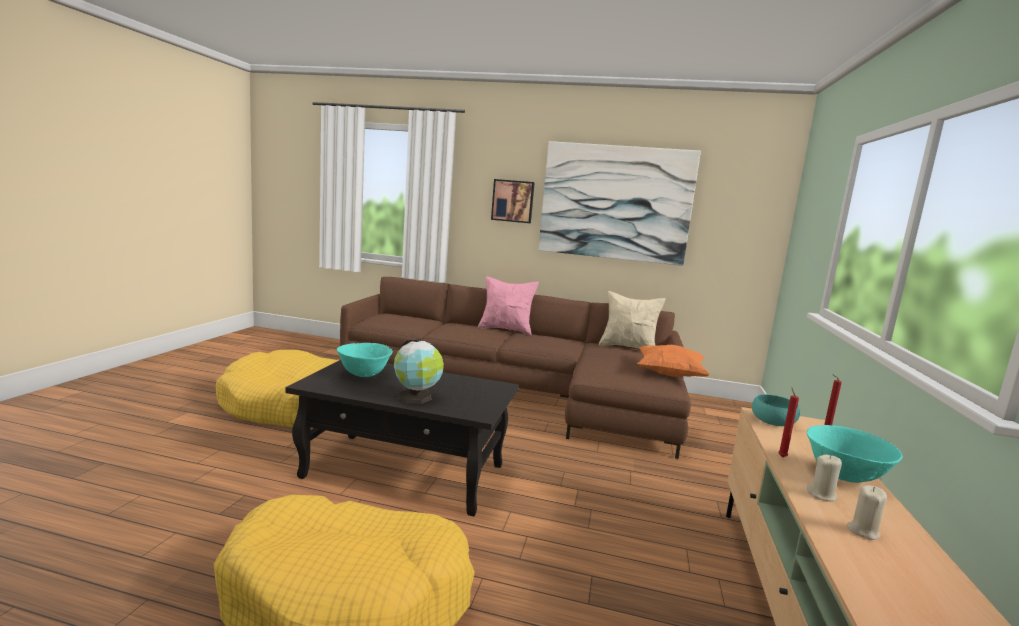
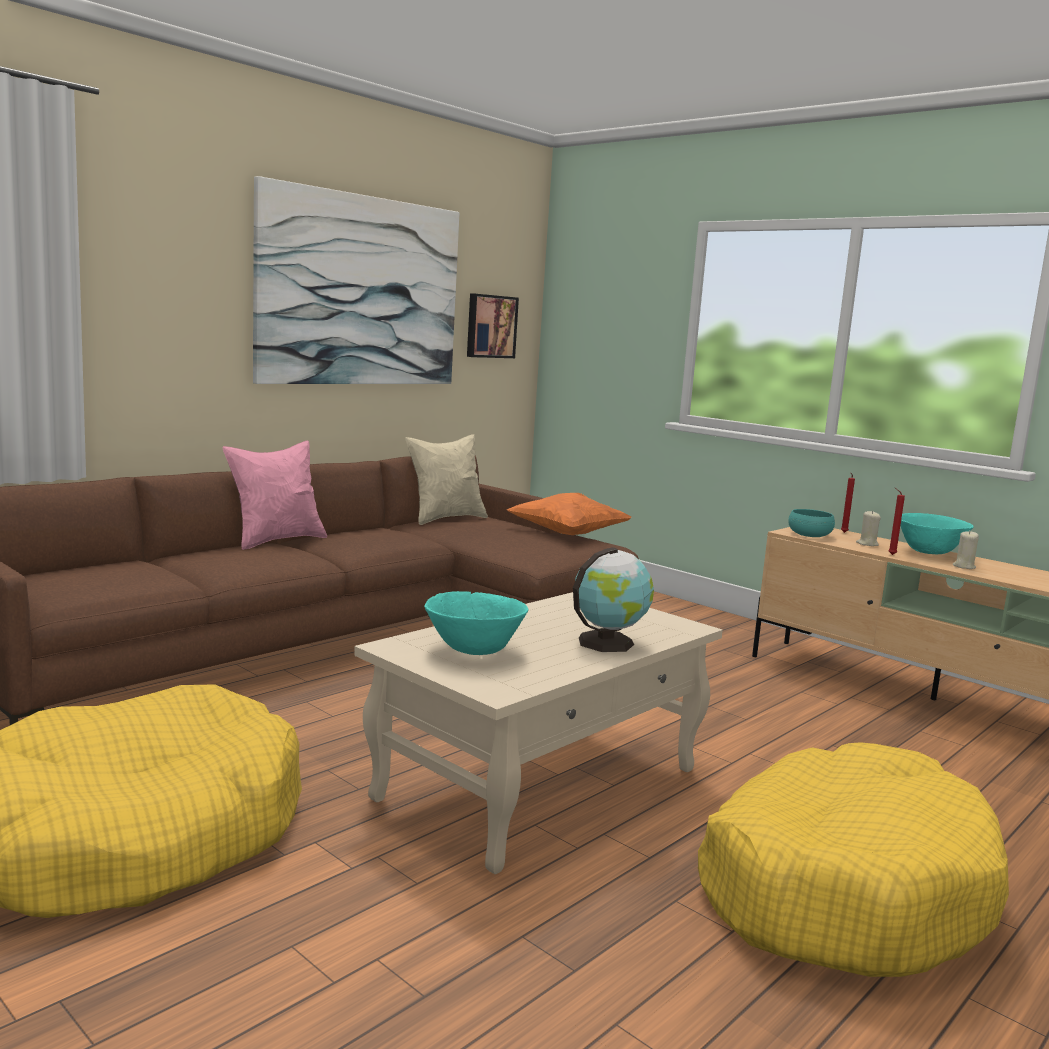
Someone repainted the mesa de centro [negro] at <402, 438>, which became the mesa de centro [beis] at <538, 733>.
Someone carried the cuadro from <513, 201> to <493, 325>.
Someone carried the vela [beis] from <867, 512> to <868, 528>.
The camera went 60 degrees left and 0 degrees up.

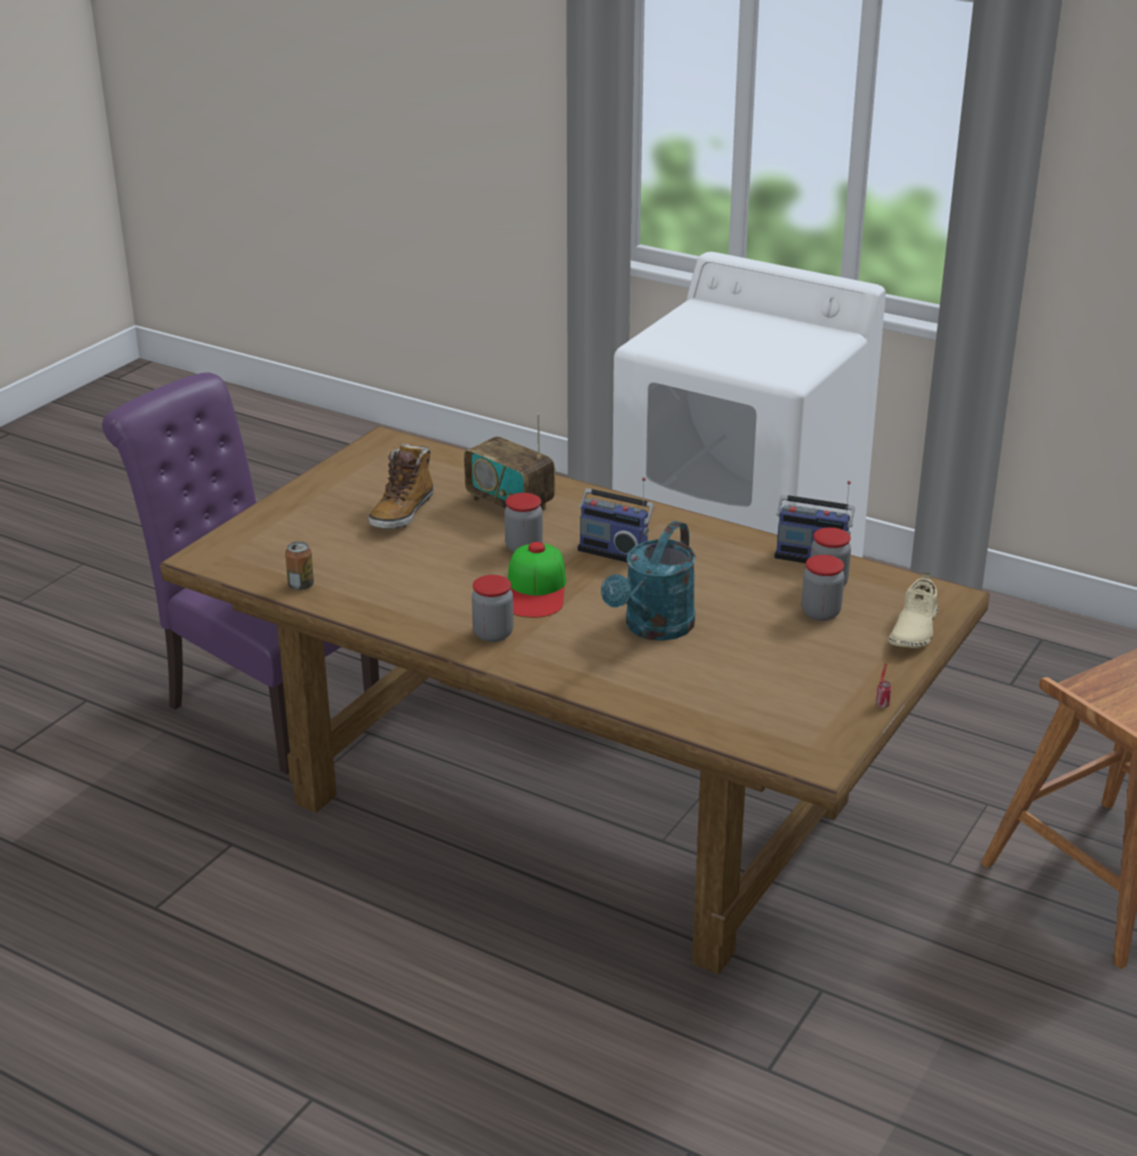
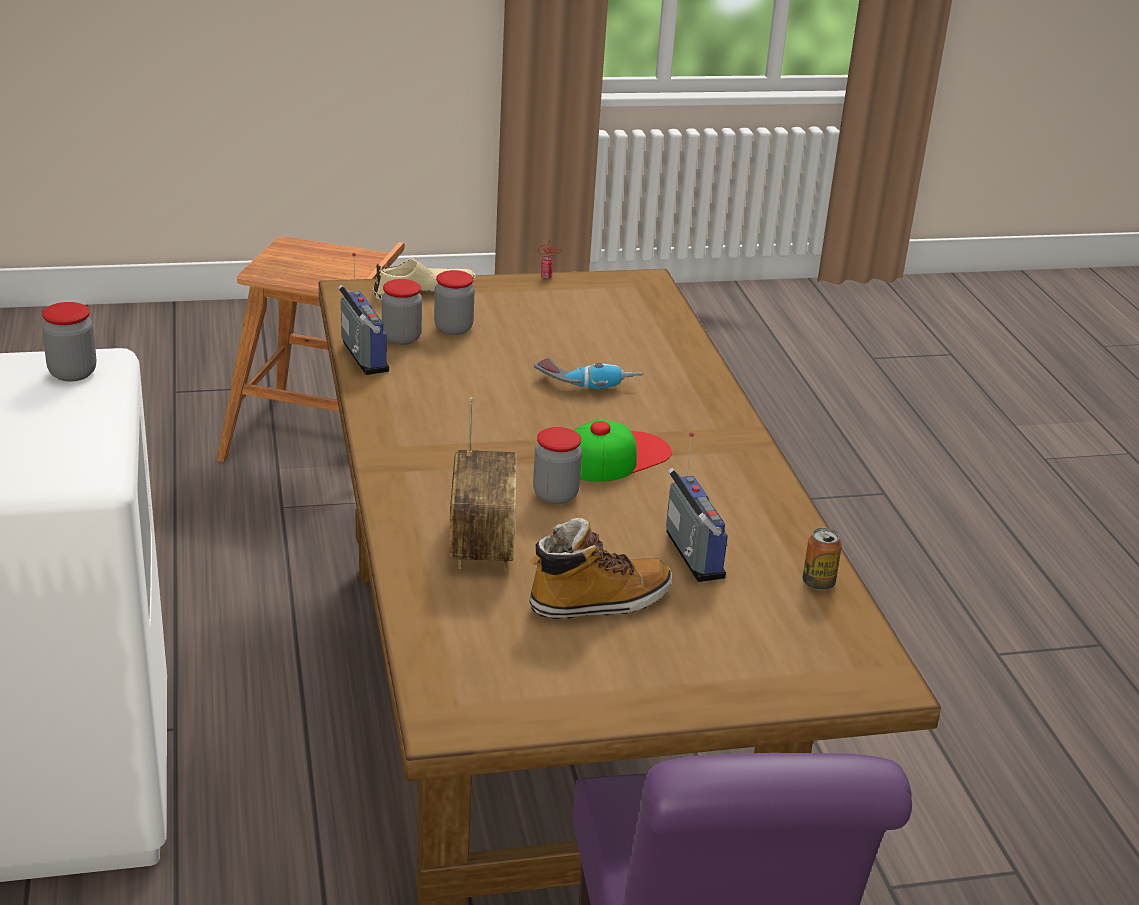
Someone carried the tarro from <493, 608> to <69, 342>.
Someone carried the radio from <616, 520> to <697, 507>.
Someone swapped the regadera [turquesa] at <648, 581> for the taladro at <588, 373>.
The camera went 135 degrees left and 0 degrees up.

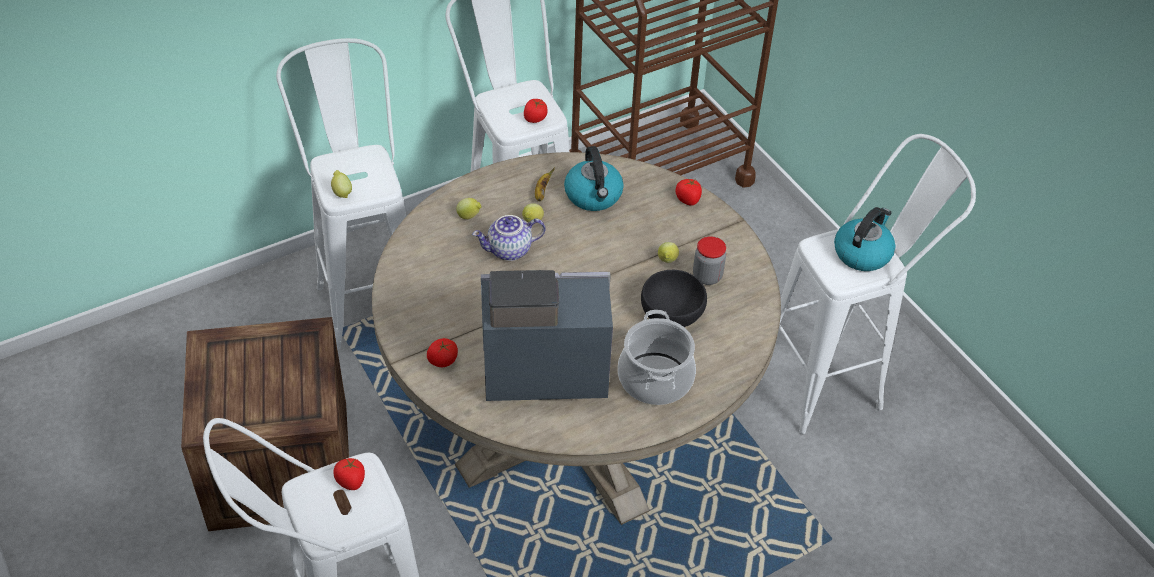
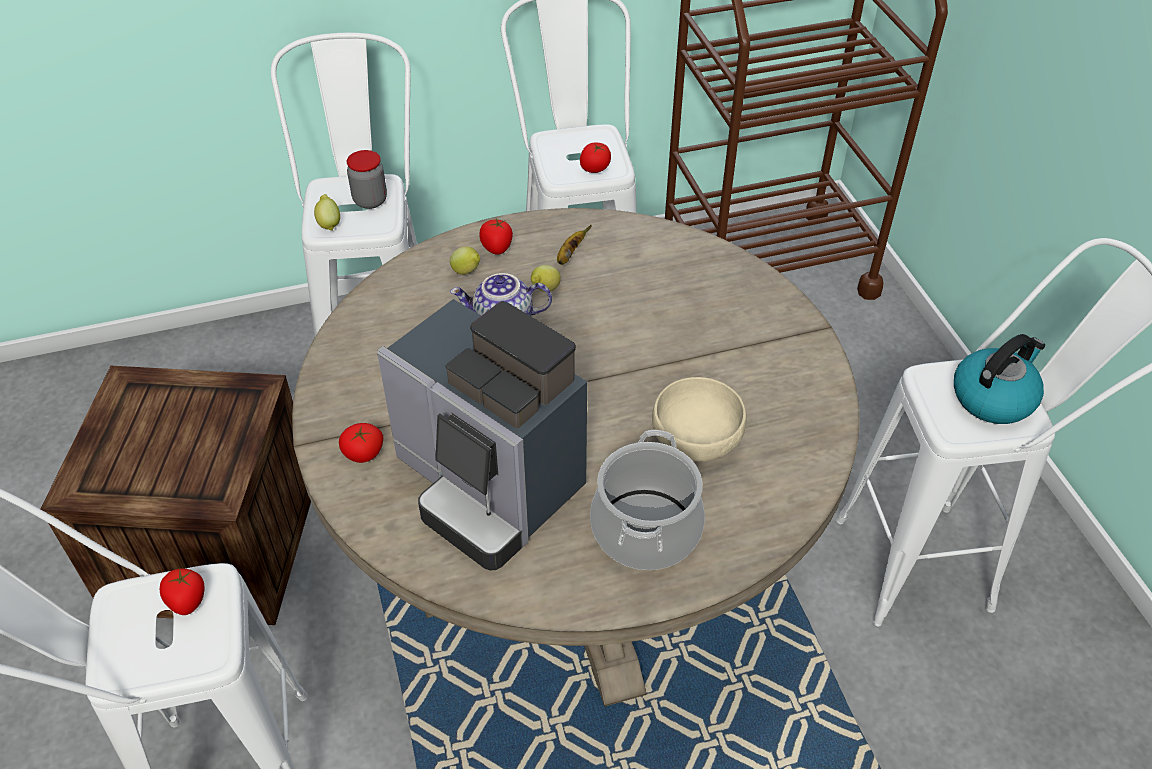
Someone rotated the cafetera at <547, 335> by 150 degrees counterclockwise.
Someone took away the hervidor at <594, 178>.
Someone repainted the cuenco [negro] at <674, 298>, which became the cuenco [beis] at <699, 419>.
Someone took away the limón at <668, 252>.
Someone carried the tomate from <688, 192> to <496, 236>.
Someone carried the tarro from <709, 260> to <367, 179>.
The camera went 15 degrees right and 0 degrees up.

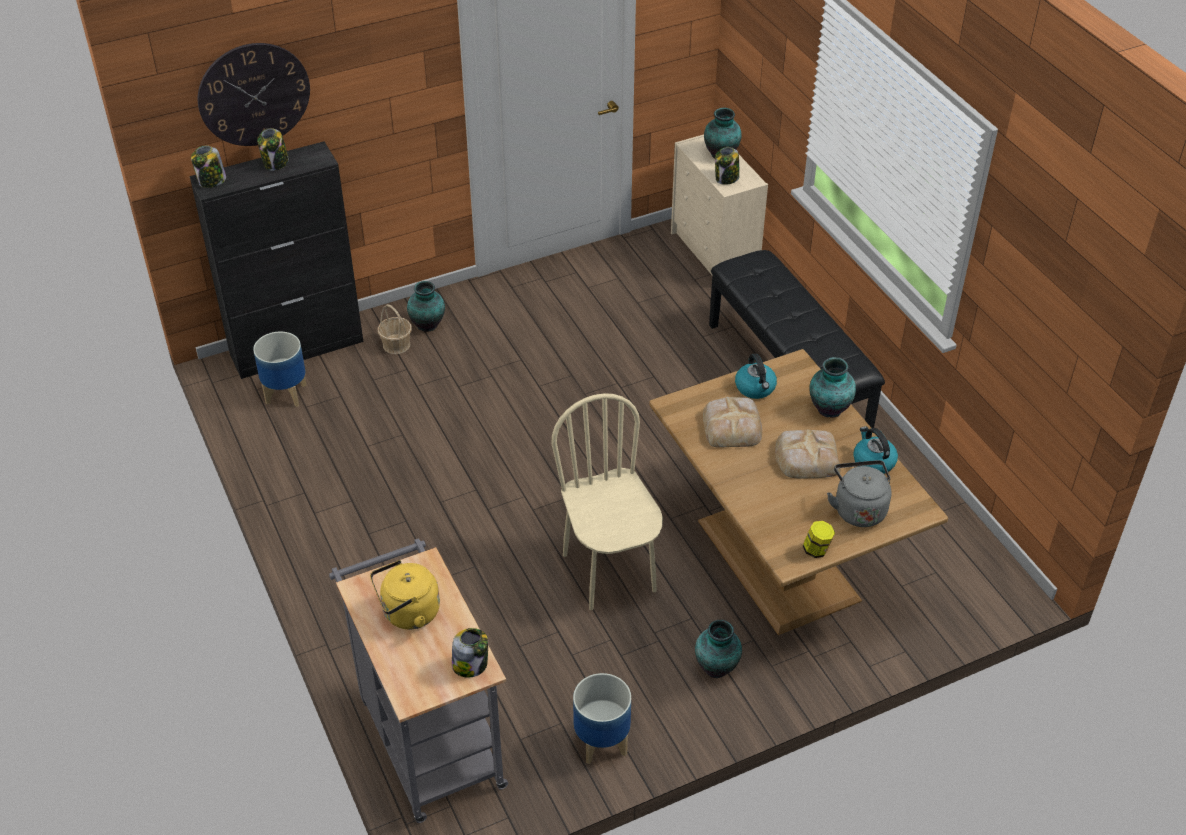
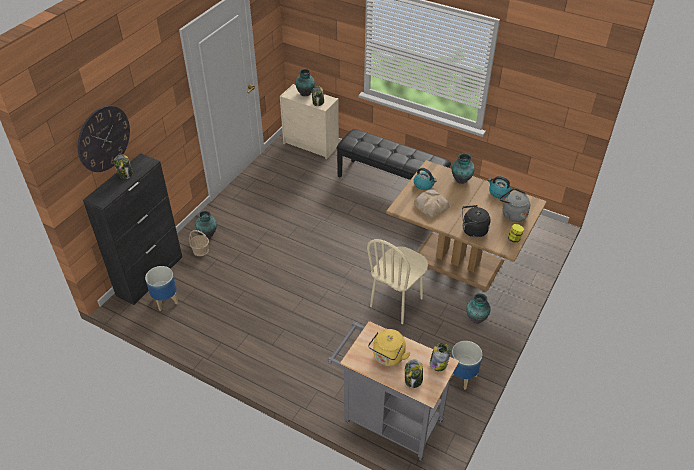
Someone carried the tarro from <208, 166> to <414, 373>.
Someone rotated the silla [beis] at <607, 501> by 90 degrees counterclockwise.
Someone took away the pan at <808, 453>.
Someone put down the hervidor [negro] at <476, 221>.
The camera went 35 degrees left and 0 degrees up.

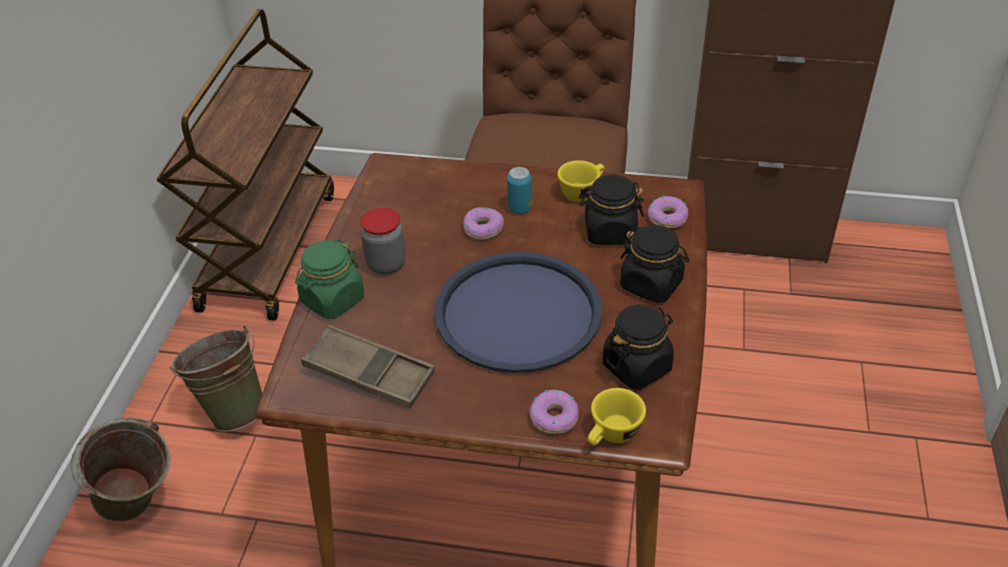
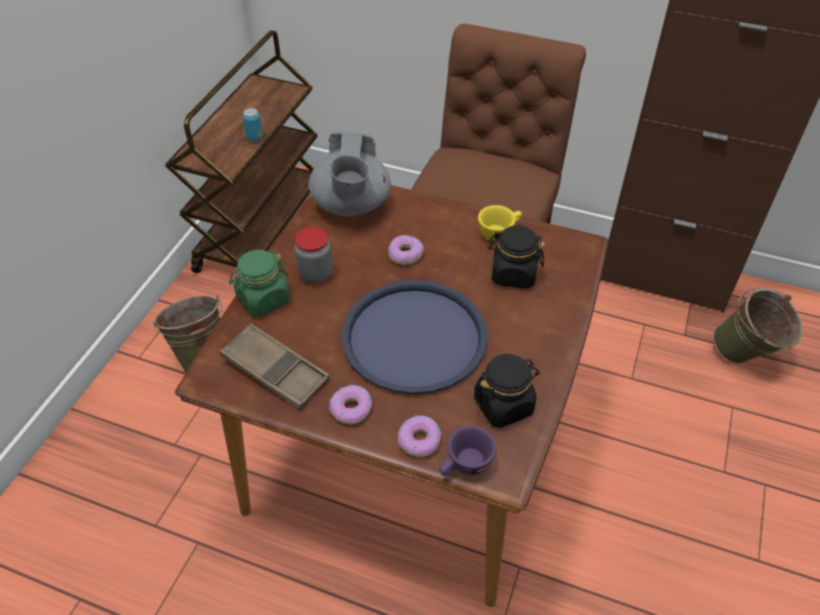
Someone carried the cubo [verde] from <121, 470> to <757, 326>.
Someone carried the lata from <519, 190> to <253, 124>.
Someone repainted the taza [amarillo] at <617, 417>, which became the taza [morado] at <467, 450>.
Someone took away the tarro [negro] at <654, 264>.
Someone carried the rosquilla from <668, 211> to <350, 404>.
Someone put down the tetera [gris] at <350, 174>.
The camera went 10 degrees right and 5 degrees up.

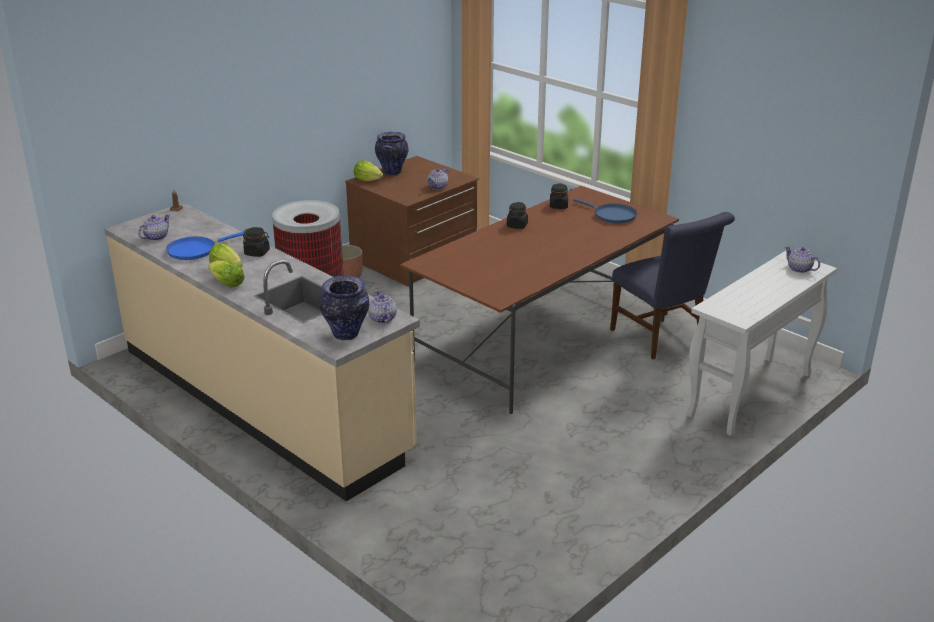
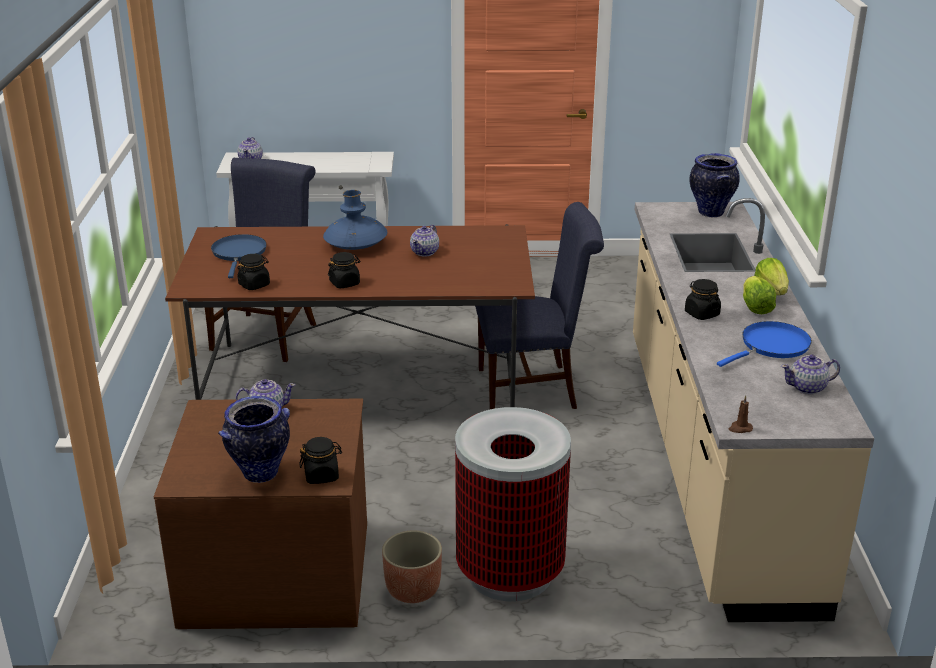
Someone rotated the sartén [azul] at <205, 246> by 45 degrees counterclockwise.
Someone swapped the lechuga at <368, 170> for the tarro [negro] at <320, 460>.
Someone carried the tetera from <382, 307> to <424, 240>.
Someone put down the florero [azul] at <355, 220>.
Someone put down the silla [azul] at <539, 305>.
The camera went 135 degrees left and 0 degrees up.

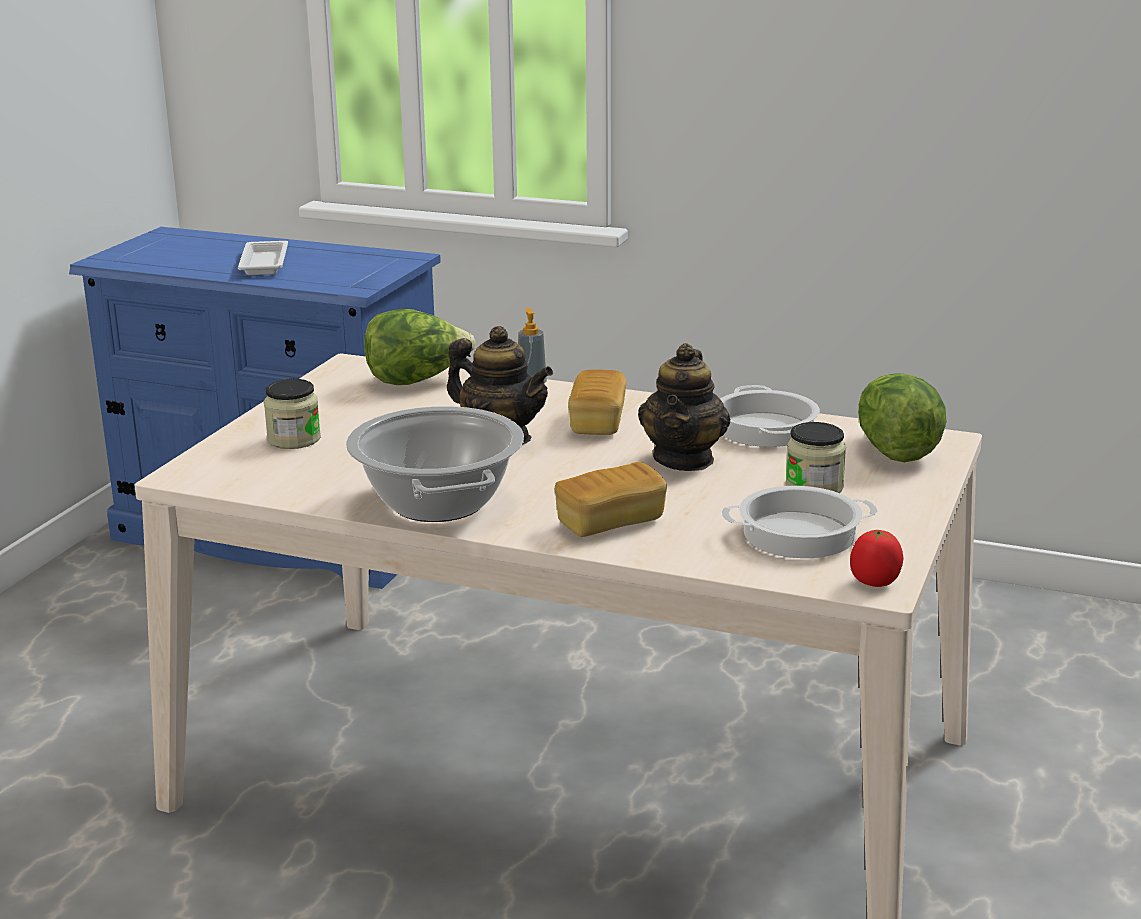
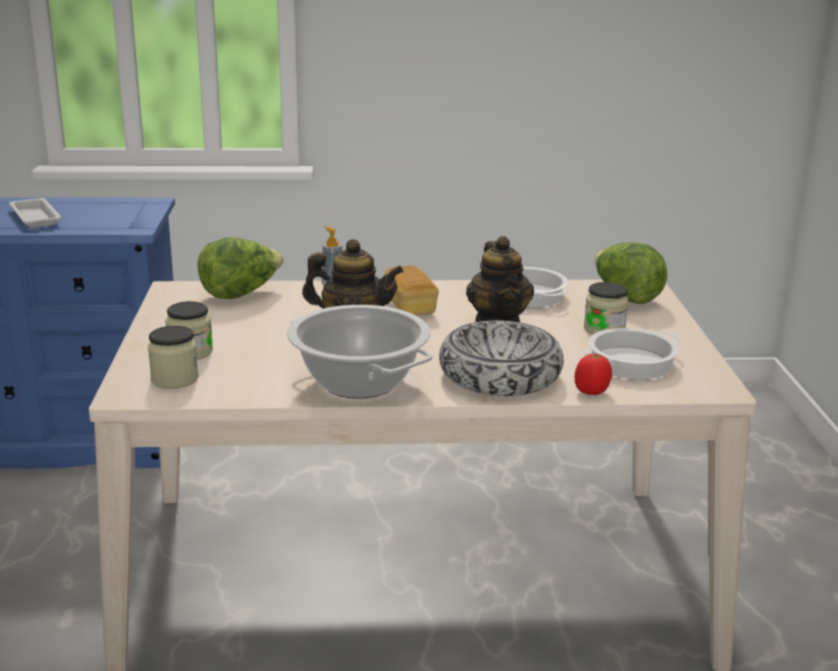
Someone swapped the pan at <611, 499> for the cuenco at <501, 358>.
Someone carried the tomate from <876, 558> to <593, 374>.
Someone put down the tarro at <173, 357>.
The camera went 25 degrees left and 0 degrees up.

